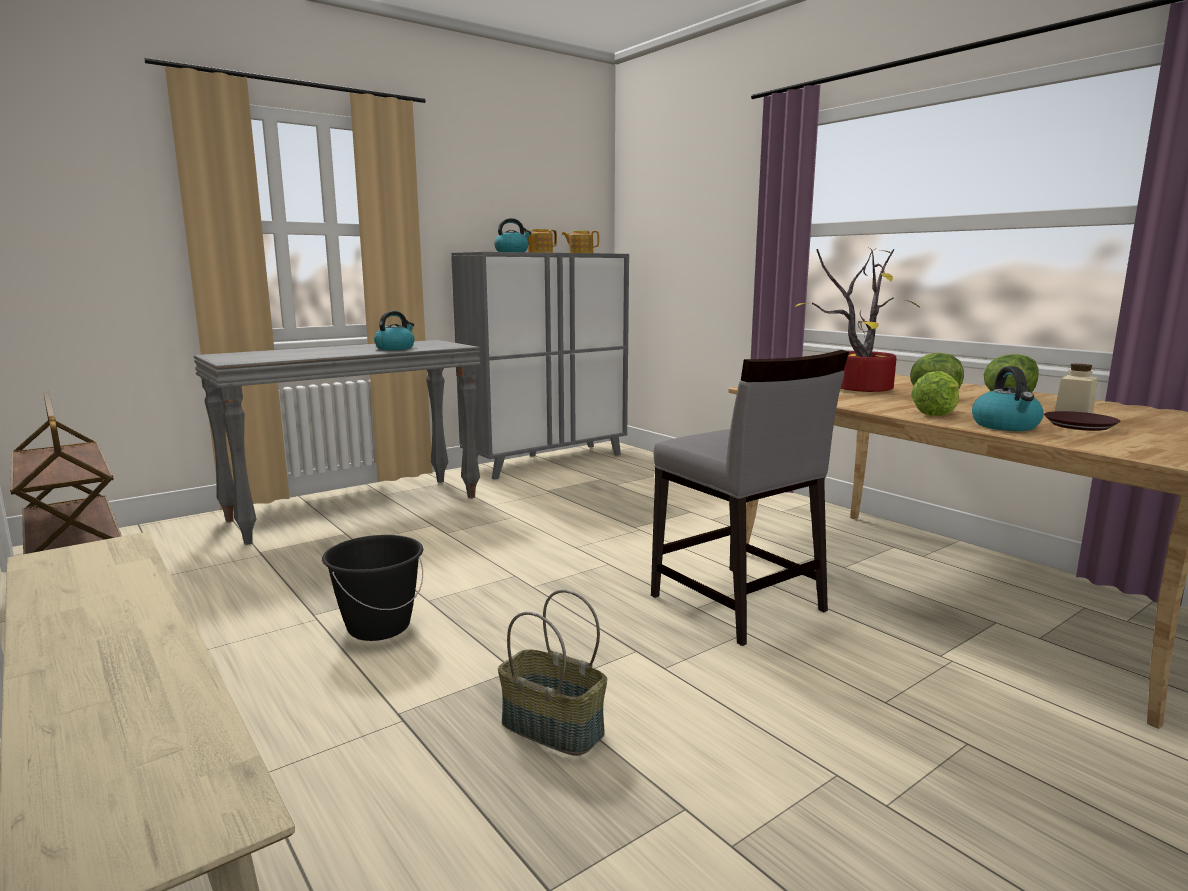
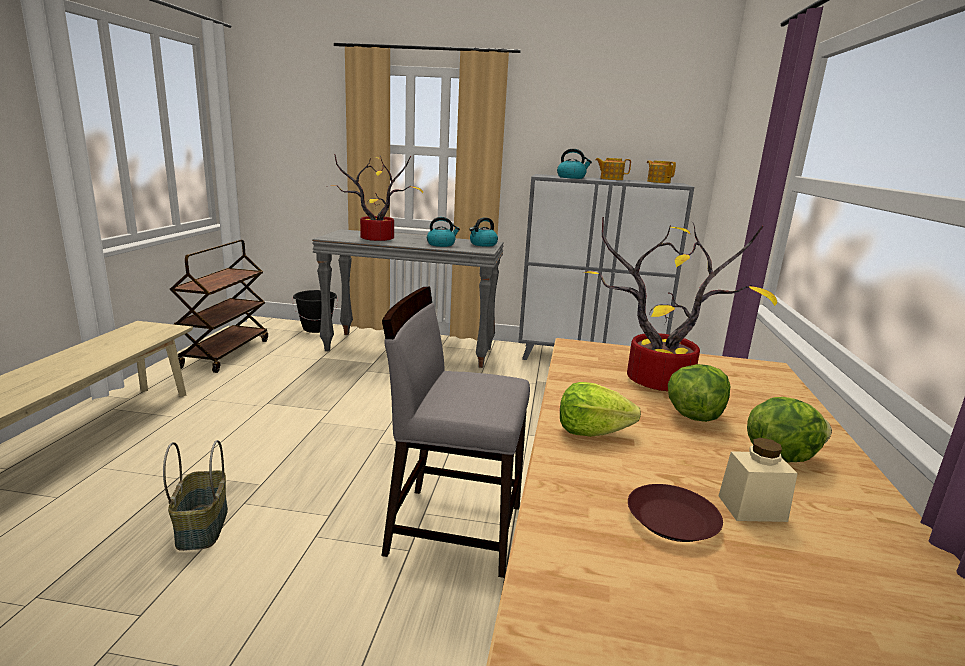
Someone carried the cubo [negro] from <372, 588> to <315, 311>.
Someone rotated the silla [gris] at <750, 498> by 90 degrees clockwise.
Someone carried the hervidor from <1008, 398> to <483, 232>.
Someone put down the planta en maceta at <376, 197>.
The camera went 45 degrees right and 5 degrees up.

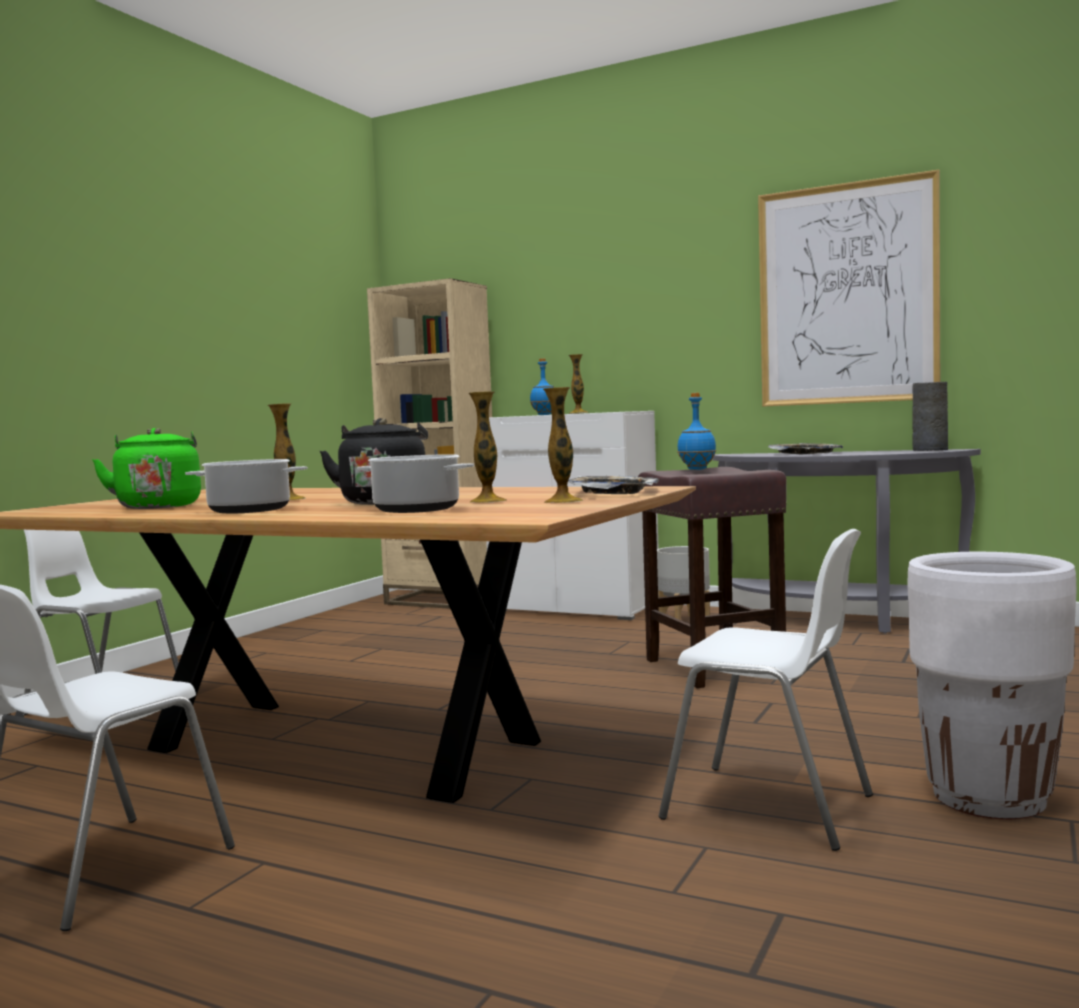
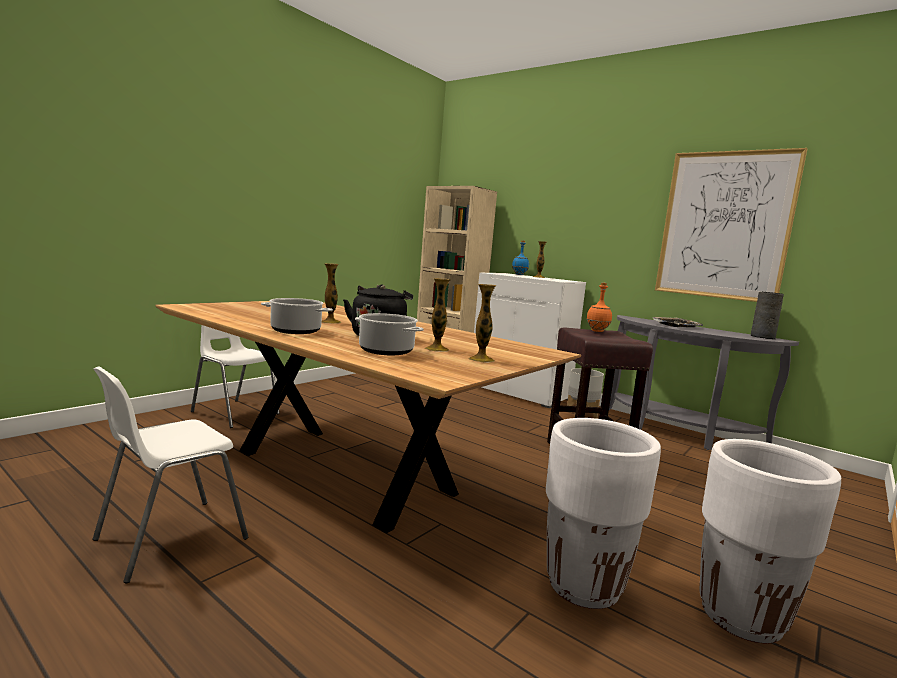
Someone took away the hervidor [verde] at <146, 468>.
Someone took away the bandeja at <613, 484>.
Someone swapped the silla [blanco] at <766, 690> for the maceta [blanco] at <603, 513>.
Someone repainted the botella [azul] at <696, 431>, which became the botella [naranja] at <599, 307>.
The camera went 10 degrees right and 5 degrees up.

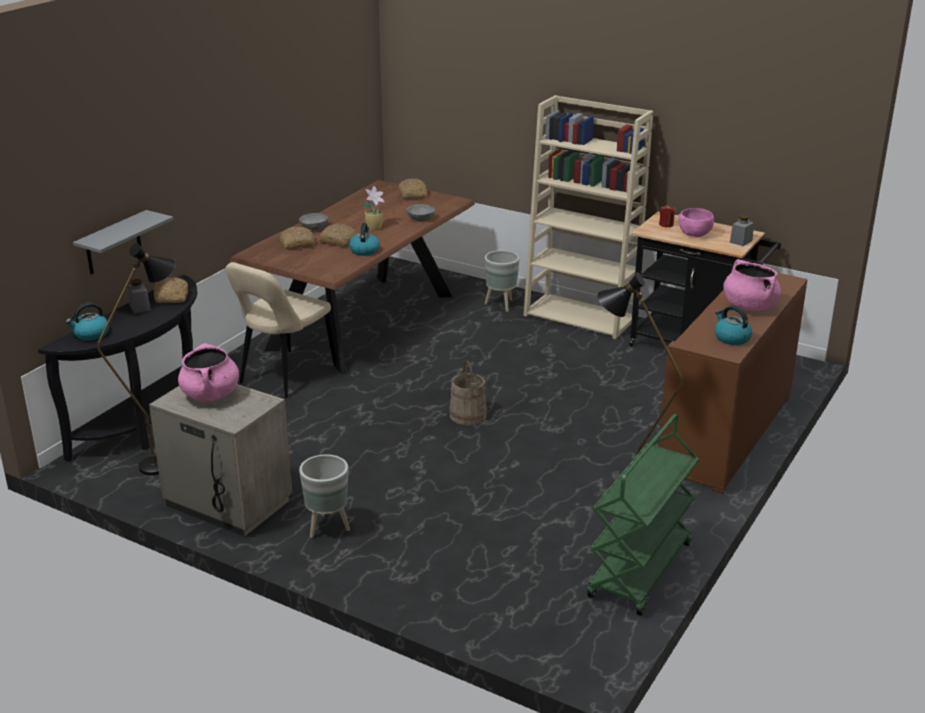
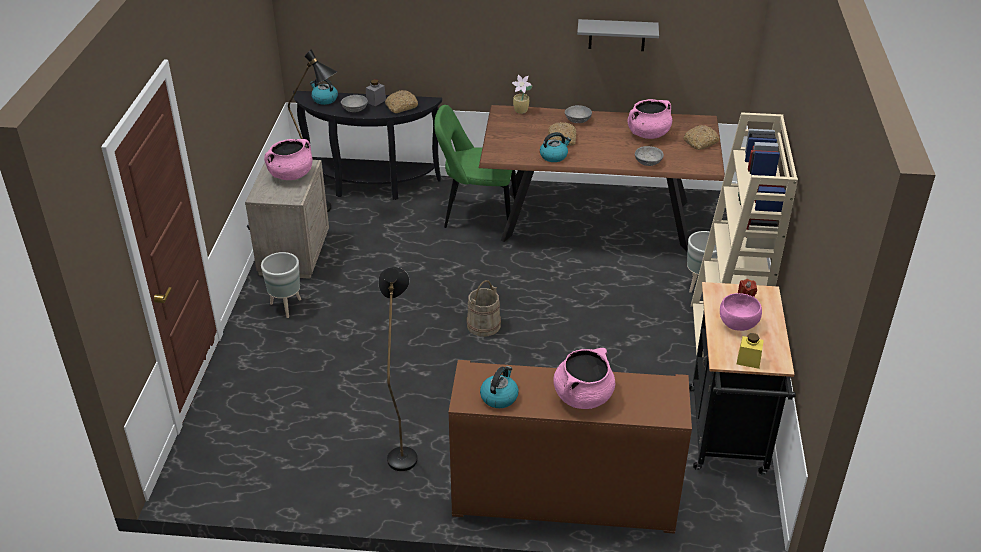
Someone carried the estante [gris] from <123, 242> to <618, 35>.
Someone repainted the silla [beis] at <281, 330>, which became the silla [verde] at <475, 166>.
Someone took away the pan at <297, 238>.
Someone carried the planta en maceta from <373, 208> to <522, 94>.
Someone took away the carrito [verde] at <643, 515>.
Someone repainted the tarro [gris] at <742, 230>, which became the tarro [amarillo] at <750, 351>.
Someone put down the cuenco [gris] at <354, 103>.
Someone put down the olla [rosa] at <650, 119>.
The camera went 65 degrees right and 10 degrees up.

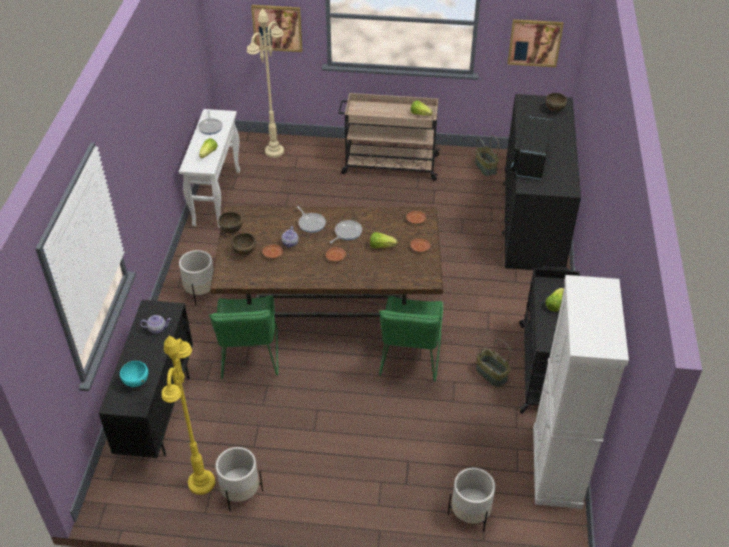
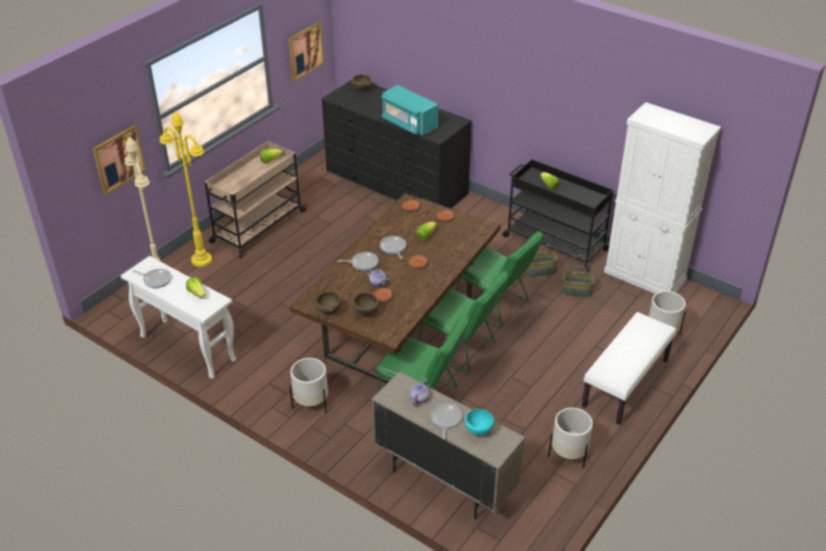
Someone repainted the armario [negro] at <145, 379>, which became the armario [beis] at <448, 445>.
Someone carried the lámpara de pie [amarillo] from <188, 415> to <186, 189>.
Someone carried the cesta from <487, 155> to <578, 276>.
Someone repainted the microondas [negro] at <532, 147>, which became the microondas [turquesa] at <409, 110>.
Someone put down the silla [verde] at <463, 322>.
Someone put down the sartén at <446, 421>.
Someone put down the banco [blanco] at <629, 368>.
The camera went 60 degrees left and 5 degrees down.

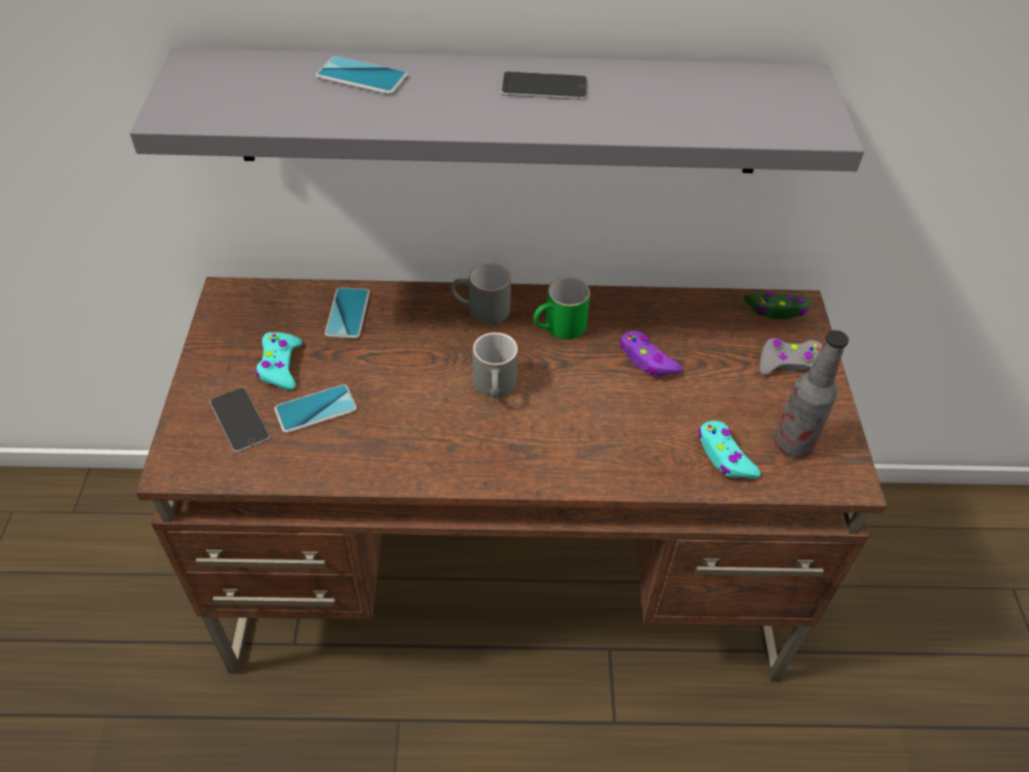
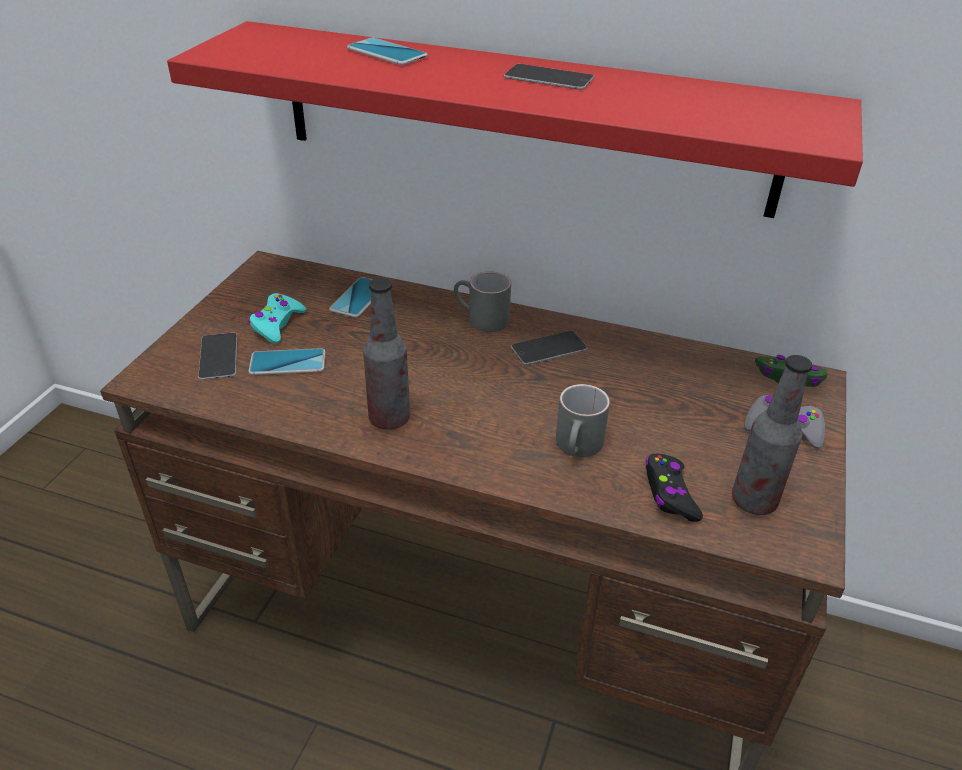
Someone repainted the estante [gris] at <497, 110>, which became the estante [rojo] at <515, 119>.
Someone carried the taza grande [gris] from <495, 365> to <583, 420>.
Someone swapped the taza grande [verde] at <561, 308> for the móvil at <549, 348>.
Someone took away the mando de consola [morado] at <651, 354>.
Someone repainted the mando de consola [turquesa] at <729, 450>, which became the mando de consola [negro] at <674, 488>.
Someone put down the botella at <386, 354>.
The camera went 20 degrees right and 10 degrees down.

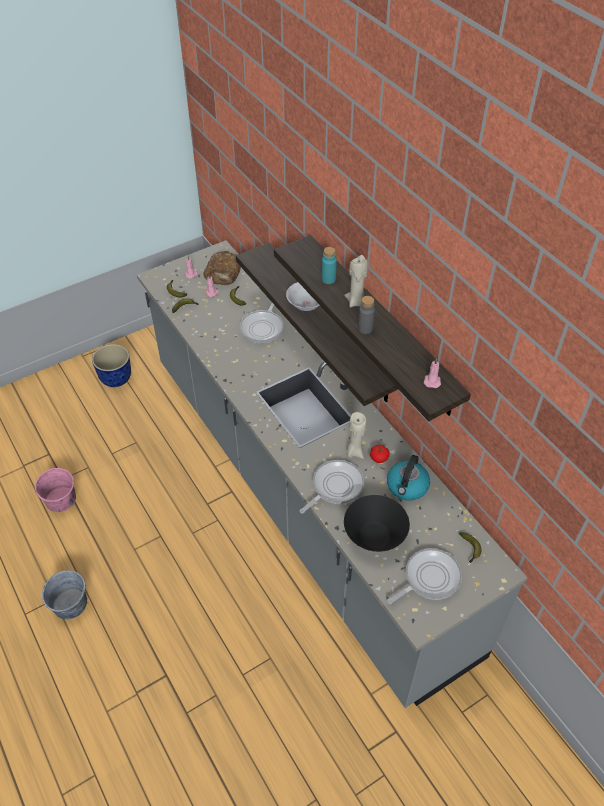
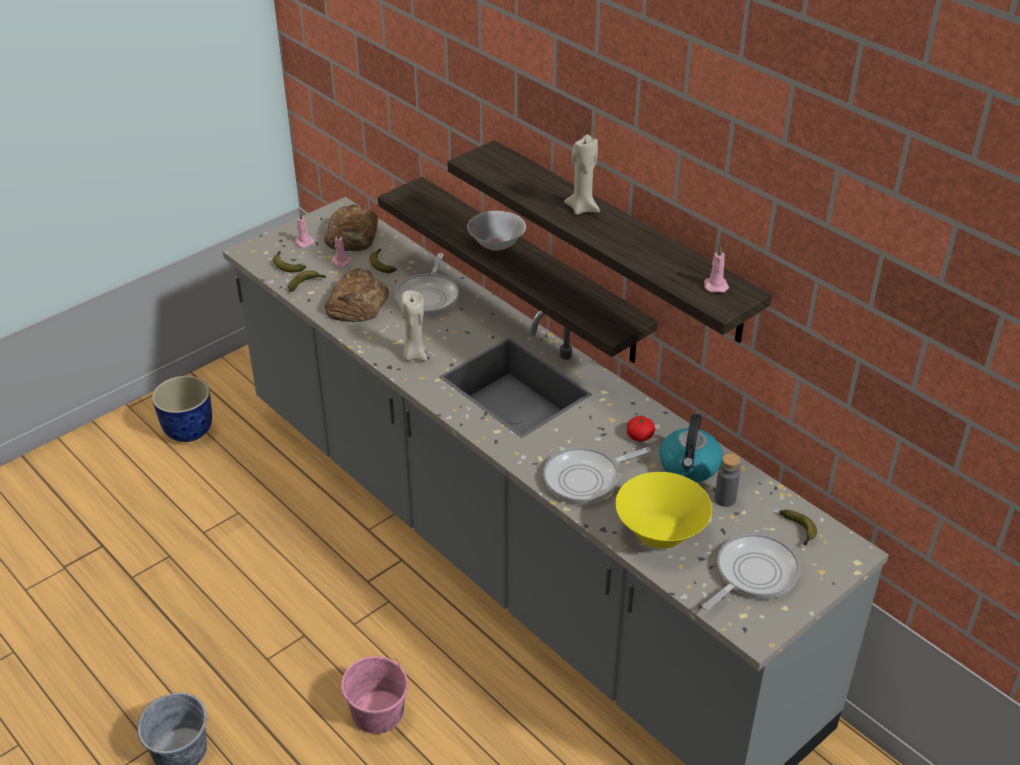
Someone carried the cubo [rosa] from <55, 490> to <374, 695>.
Someone rotated the sartén at <332, 487> by 150 degrees counterclockwise.
Someone took away the botella [turquesa] at <329, 265>.
Someone repainted the cuenco [negro] at <377, 523>, which became the cuenco [amarillo] at <663, 510>.
Someone carried the vela [beis] from <356, 435> to <414, 325>.
Someone carried the botella [gris] from <366, 315> to <727, 480>.
Someone put down the pan at <357, 295>.
The camera went 10 degrees left and 10 degrees down.

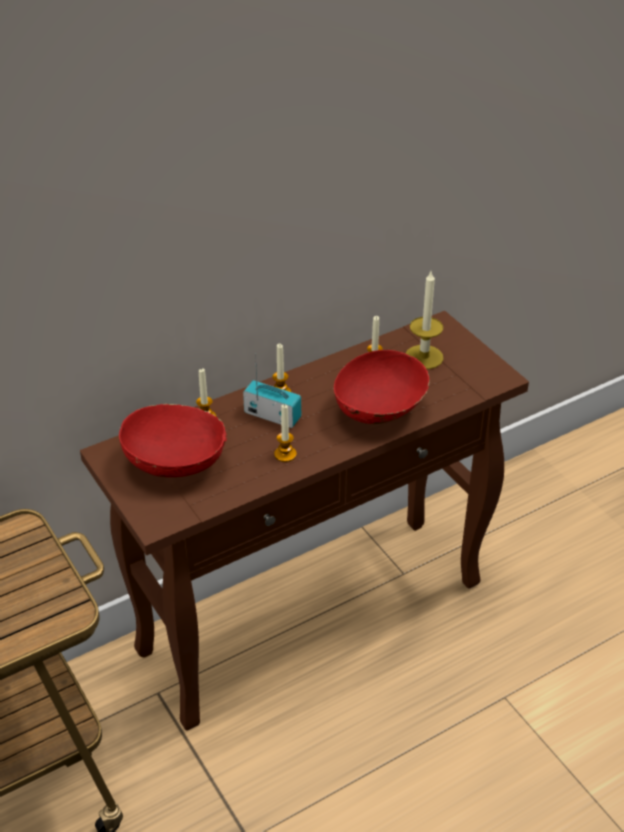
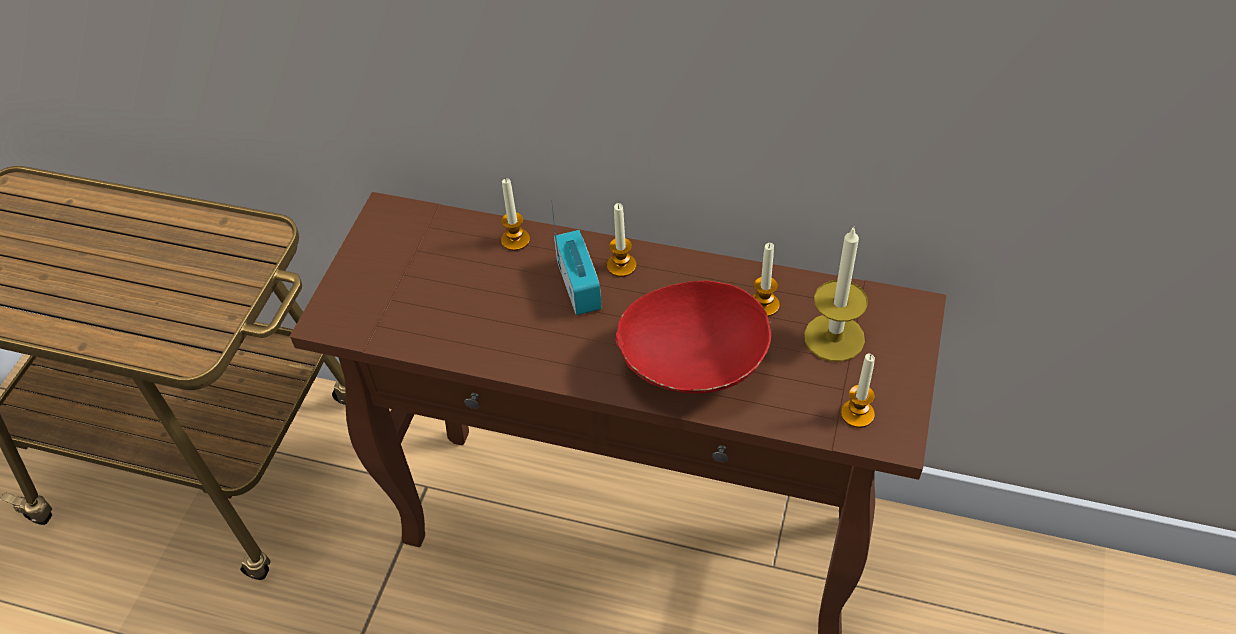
Someone took away the cuenco [rojo] at <173, 440>.
Someone carried the vela from <285, 433> to <858, 391>.
The camera went 50 degrees right and 10 degrees up.

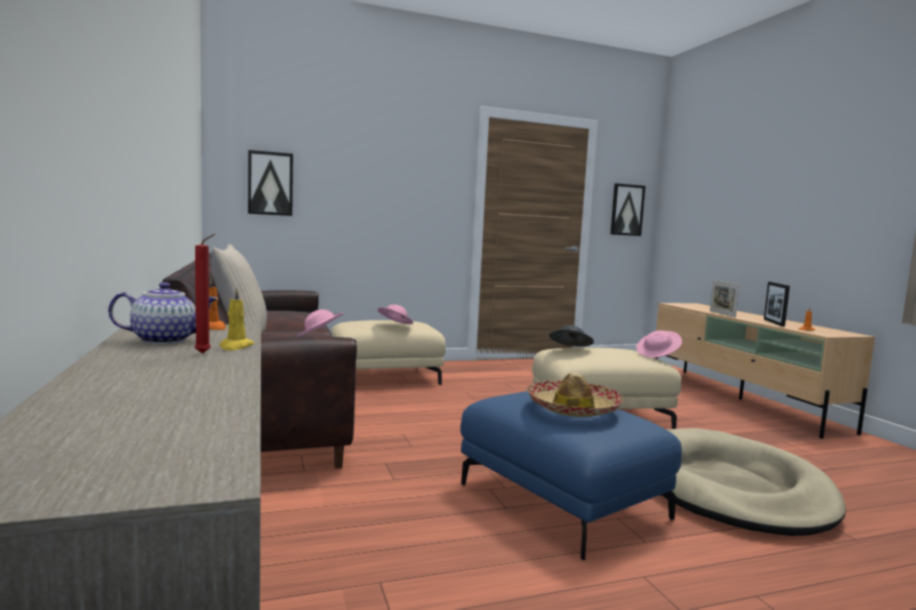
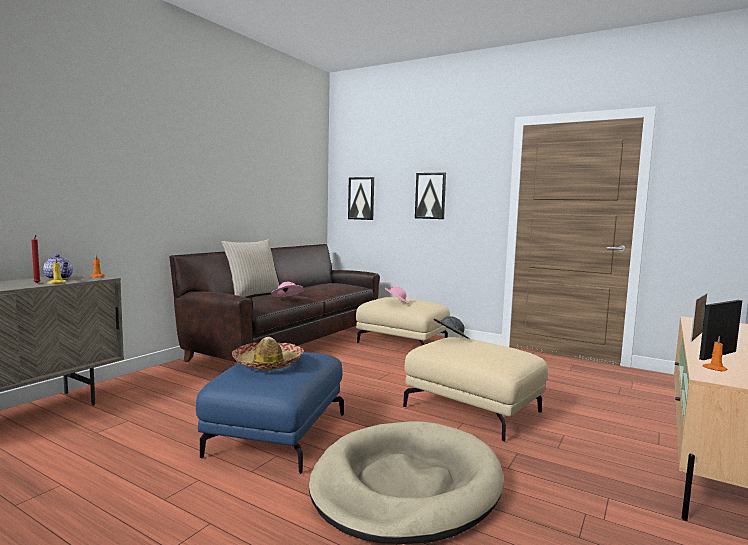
Someone carried the cuadro from <627, 209> to <430, 195>.
Someone took away the sombrero [rosa] at <659, 344>.
The camera went 50 degrees right and 0 degrees up.

